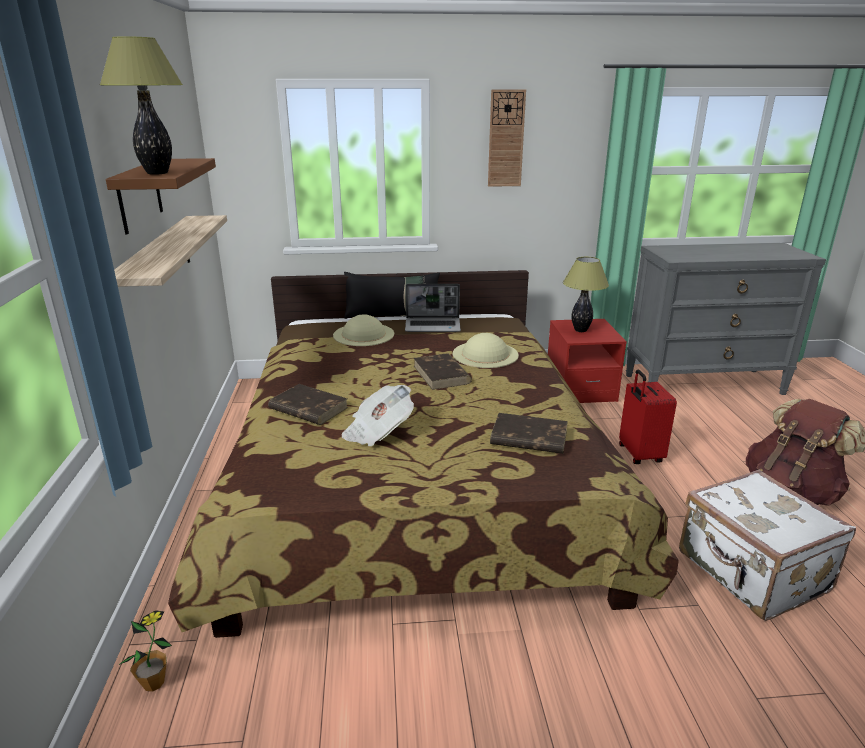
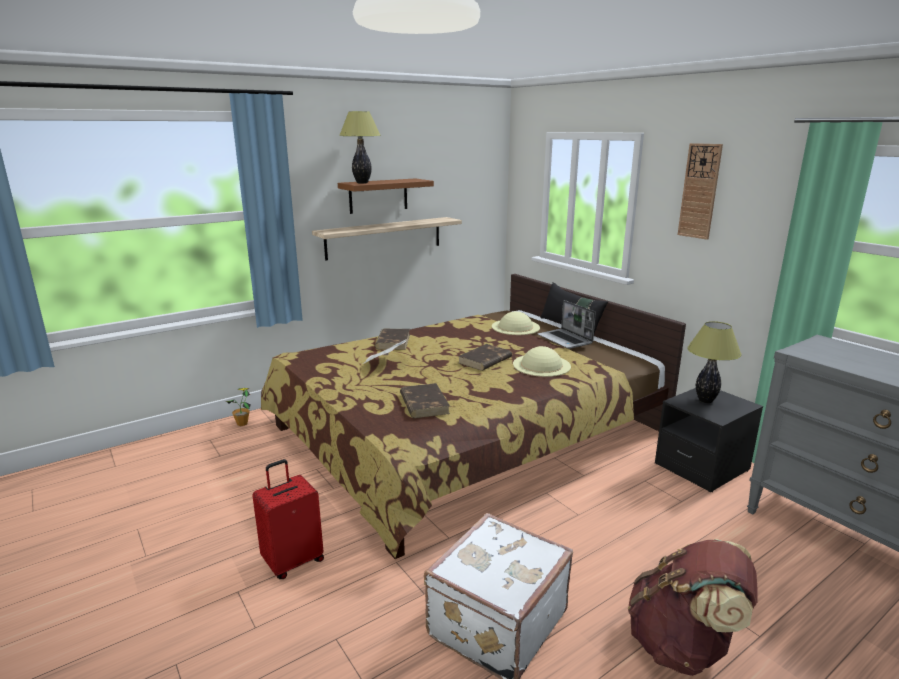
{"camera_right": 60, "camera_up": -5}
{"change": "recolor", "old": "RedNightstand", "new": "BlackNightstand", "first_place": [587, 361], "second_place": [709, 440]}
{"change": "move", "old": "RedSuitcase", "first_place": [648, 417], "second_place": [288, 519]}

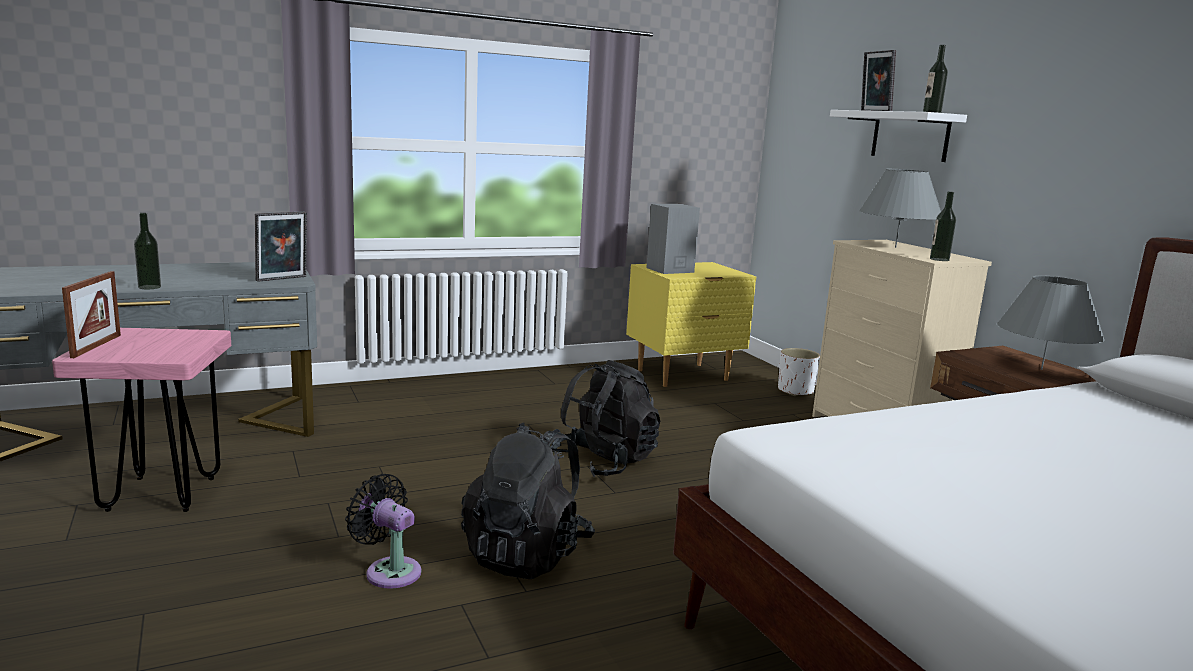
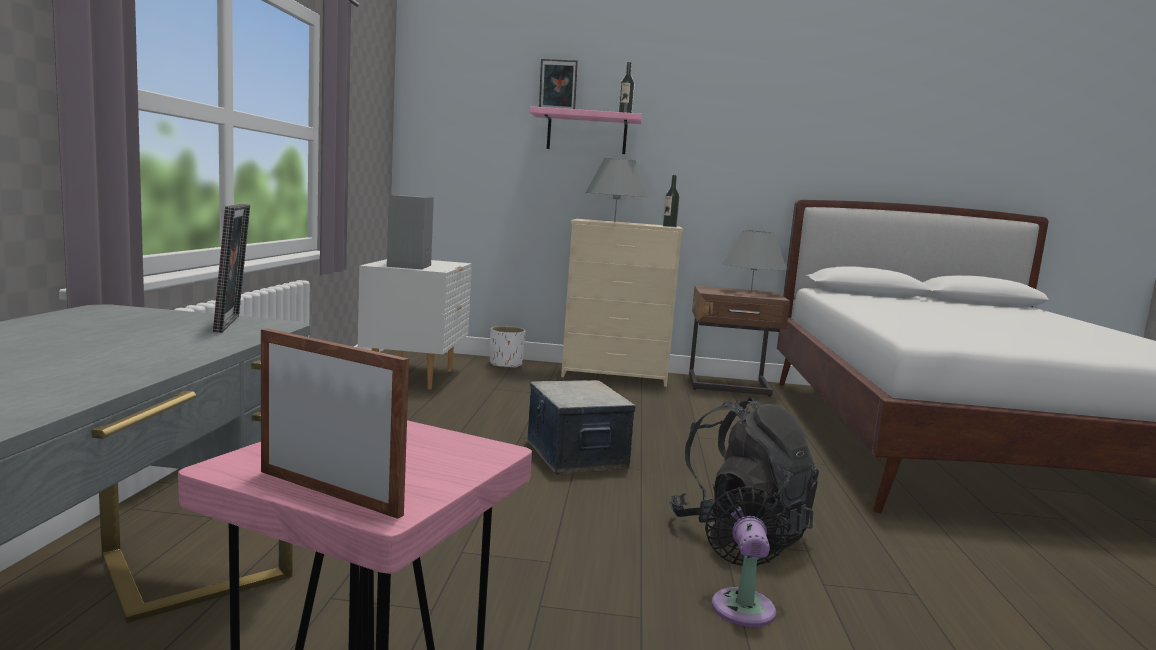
{"camera_right": -60, "camera_up": -5}
{"change": "recolor", "old": "WhiteShelf", "new": "PinkShelf", "first_place": [898, 136], "second_place": [585, 130]}
{"change": "delete", "old": "Bottle", "first_place": [147, 251]}
{"change": "recolor", "old": "YellowNightstand", "new": "WhiteNightstand", "first_place": [691, 324], "second_place": [415, 324]}
{"change": "replace", "old": "BlackBackpack", "new": "StorageBox", "first_place": [605, 418], "second_place": [581, 427]}
{"change": "rotate", "old": "BlackFan", "first_place": [383, 531], "second_place": [748, 556], "degrees": 120}

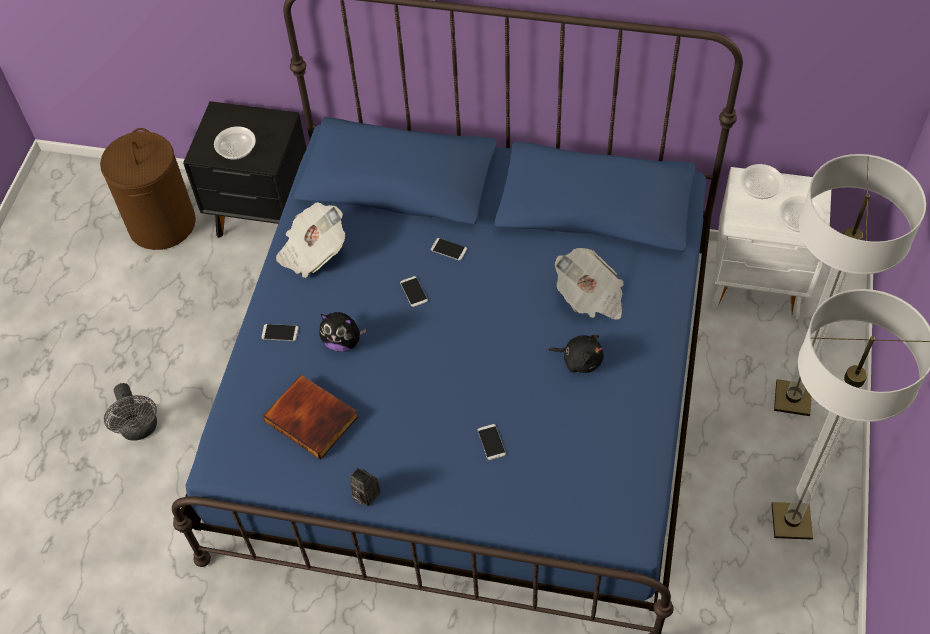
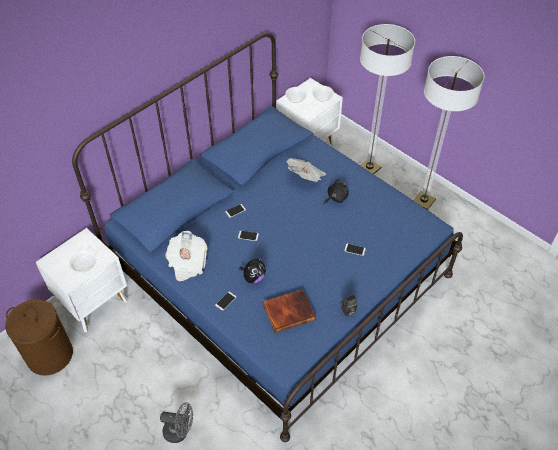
{"camera_right": -60, "camera_up": -5}
{"change": "recolor", "old": "BlackNightstand", "new": "WhiteNightstand", "first_place": [245, 169], "second_place": [81, 280]}

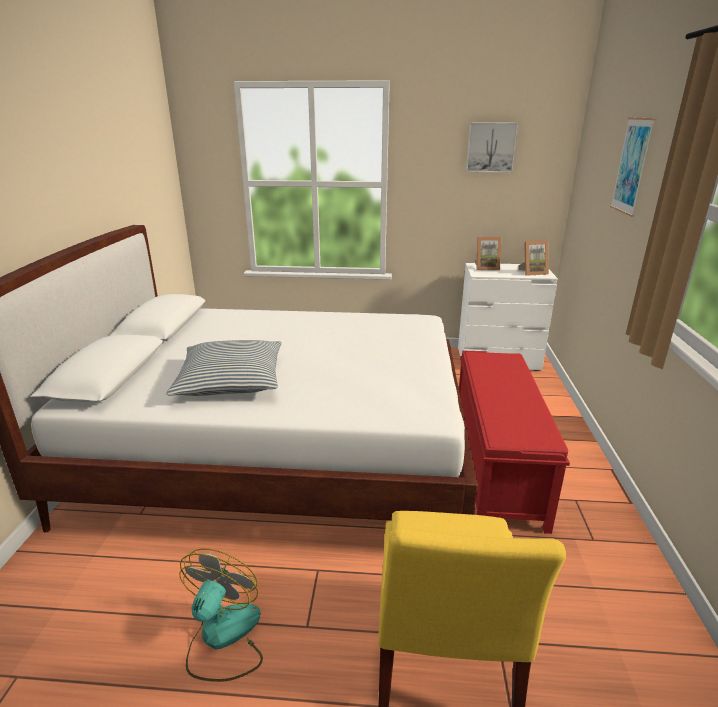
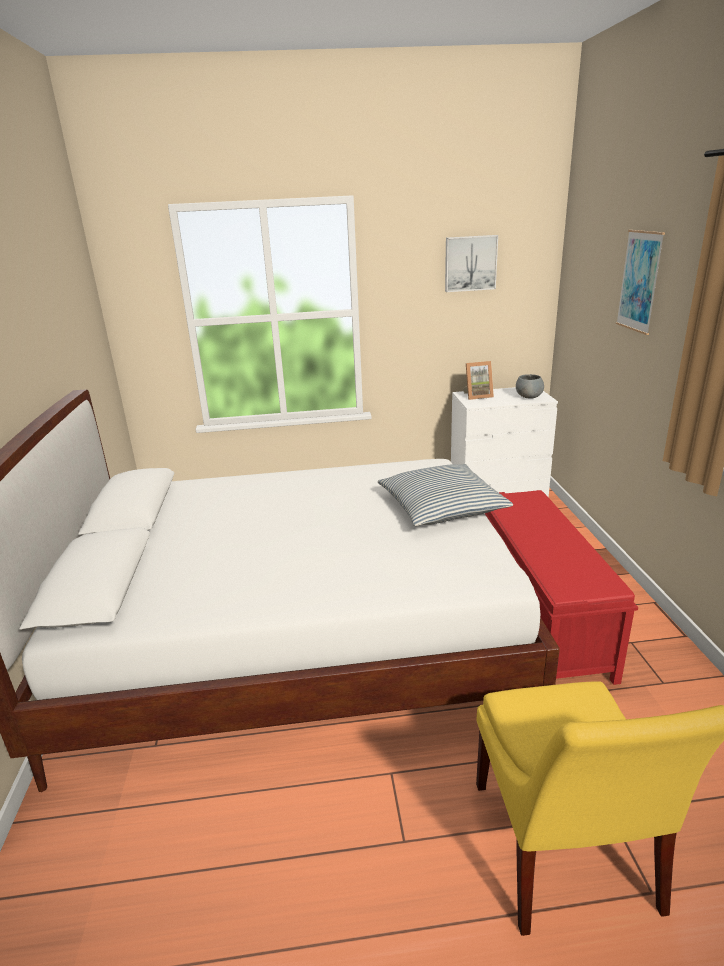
{"camera_right": -10, "camera_up": 0}
{"change": "replace", "old": "PictureFrame", "new": "GreyBowl", "first_place": [533, 258], "second_place": [530, 386]}
{"change": "move", "old": "Pillow", "first_place": [223, 368], "second_place": [445, 495]}
{"change": "delete", "old": "Fan", "first_place": [221, 615]}

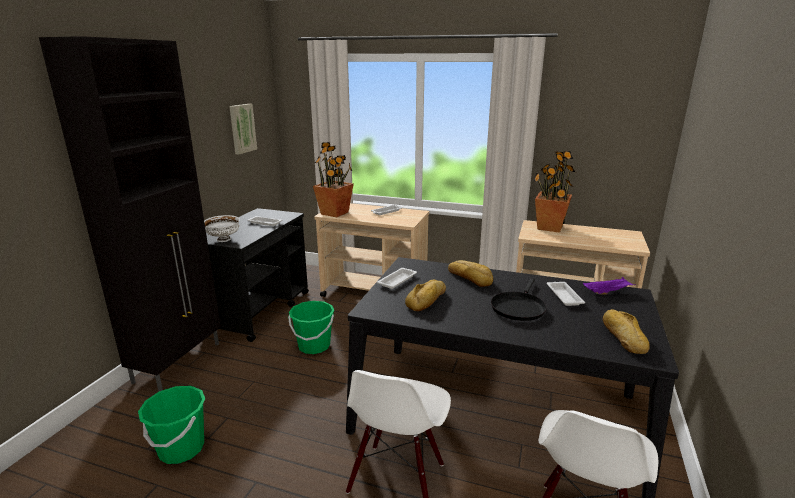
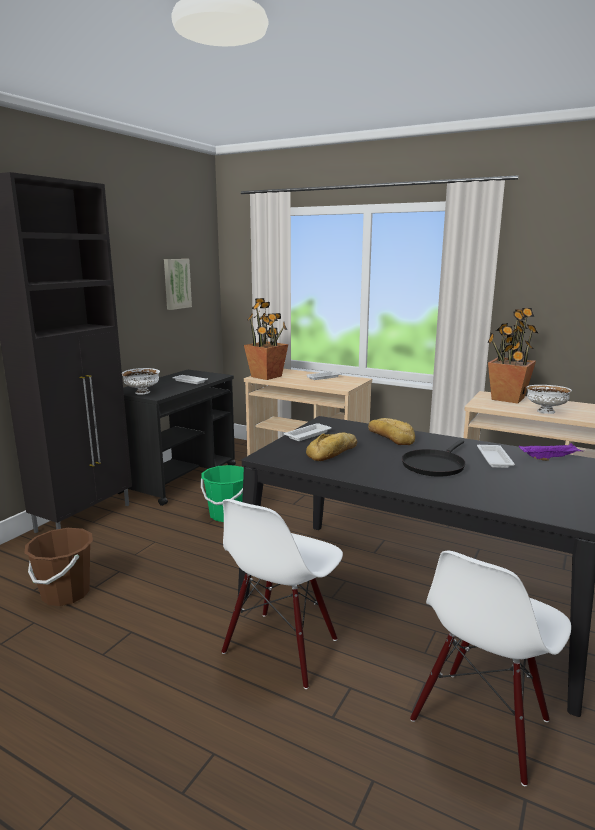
{"camera_right": 10, "camera_up": -5}
{"change": "delete", "old": "Bread", "first_place": [626, 331]}
{"change": "recolor", "old": "GreenBucket", "new": "BrownBucket", "first_place": [171, 425], "second_place": [59, 567]}
{"change": "insert", "new": "WhiteBowl", "second_place": [549, 399]}

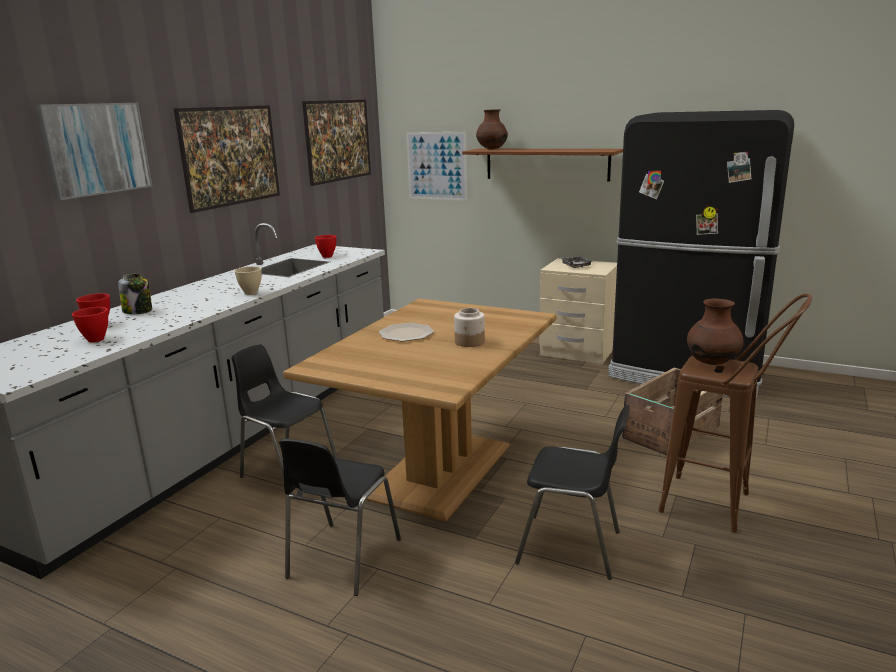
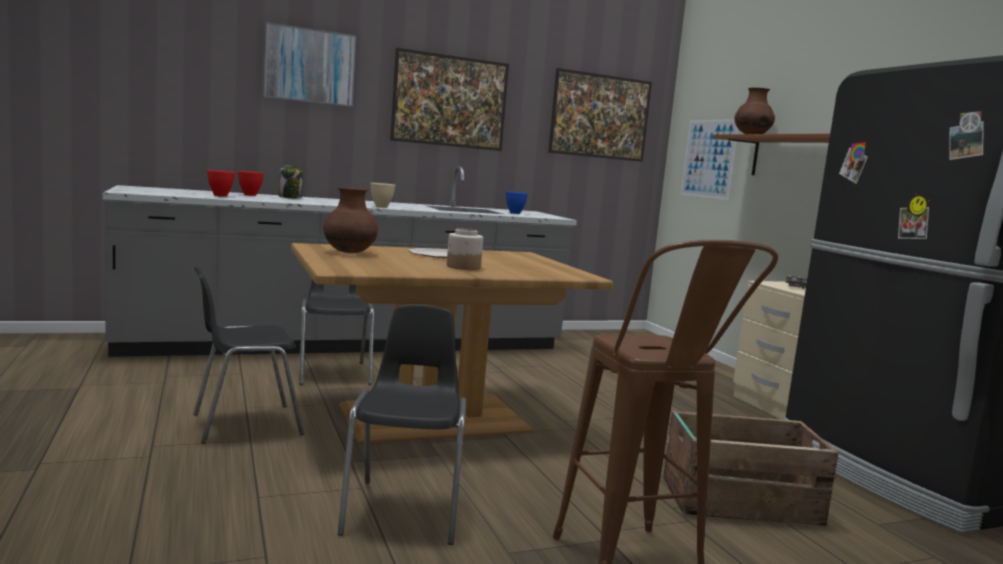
{"camera_right": 40, "camera_up": -10}
{"change": "recolor", "old": "RedBowl", "new": "BlueBowl", "first_place": [326, 246], "second_place": [517, 202]}
{"change": "move", "old": "BrownVase", "first_place": [715, 332], "second_place": [350, 220]}
{"change": "rotate", "old": "BlackChair", "first_place": [572, 492], "second_place": [402, 425], "degrees": -150}

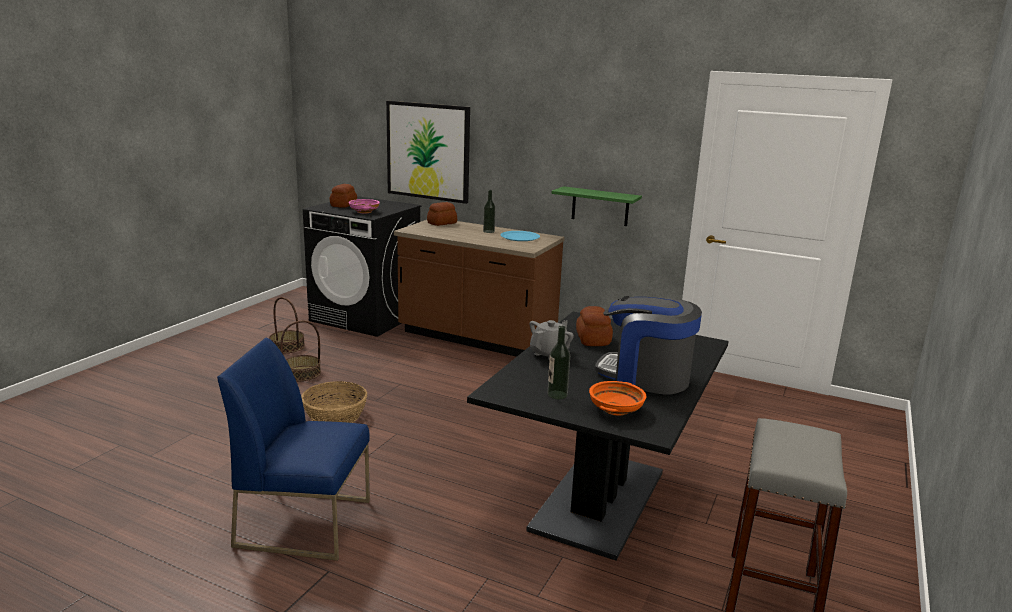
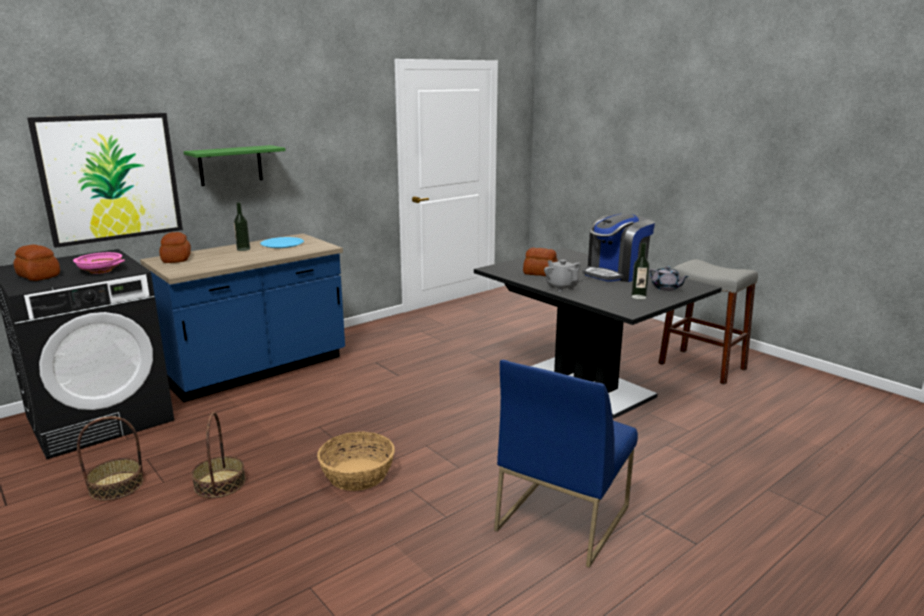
{"camera_right": -65, "camera_up": 0}
{"change": "move", "old": "GreenShelf", "first_place": [596, 206], "second_place": [234, 165]}
{"change": "recolor", "old": "BrownCounter", "new": "BlueCounter", "first_place": [479, 288], "second_place": [242, 318]}
{"change": "replace", "old": "OrangeBowl", "new": "GreyTeapot", "first_place": [617, 398], "second_place": [669, 278]}

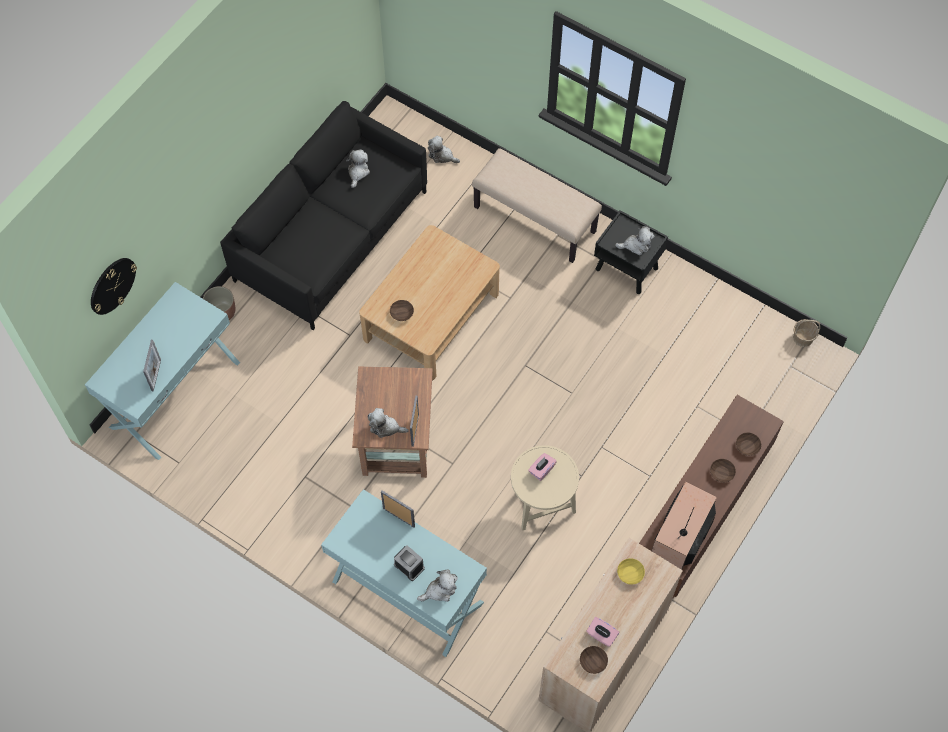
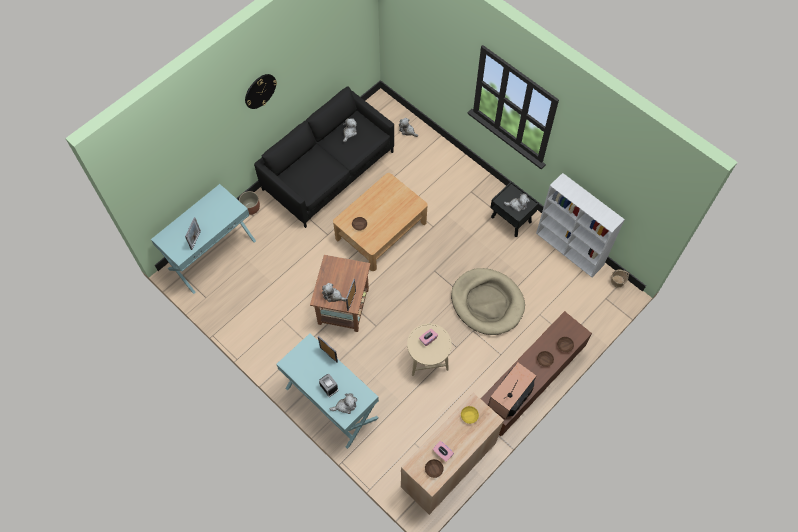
{"camera_right": 10, "camera_up": 0}
{"change": "delete", "old": "BeigeBench", "first_place": [537, 205]}
{"change": "move", "old": "WallClock", "first_place": [114, 286], "second_place": [261, 91]}
{"change": "insert", "new": "WhiteBookcase", "second_place": [580, 225]}
{"change": "insert", "new": "BeigeDogBed", "second_place": [488, 301]}

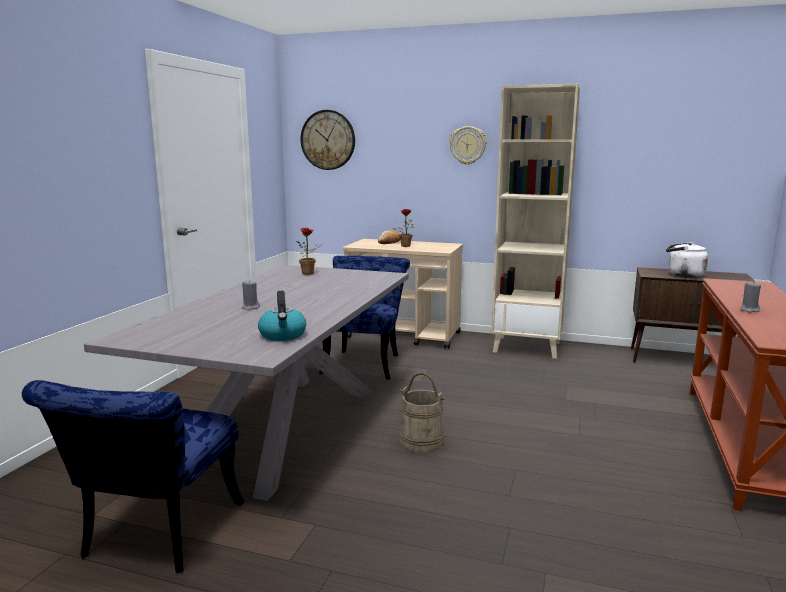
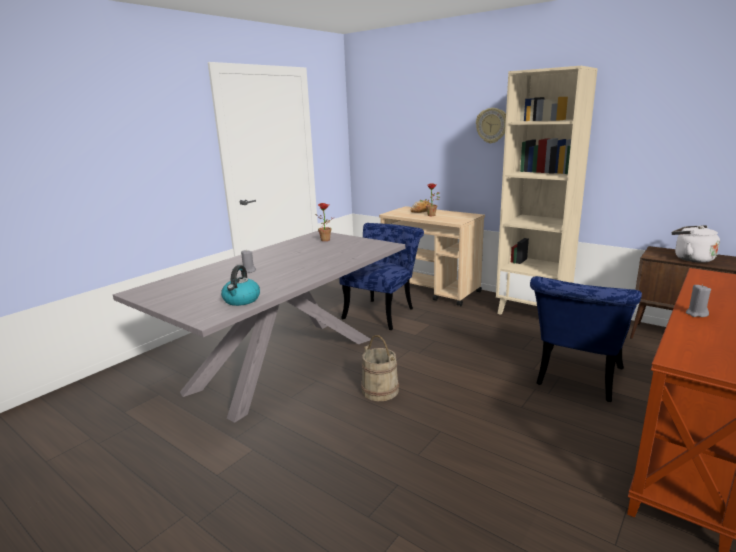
{"camera_right": 20, "camera_up": 5}
{"change": "delete", "old": "WallClock", "first_place": [327, 140]}
{"change": "move", "old": "BlueChair", "first_place": [133, 476], "second_place": [586, 339]}

